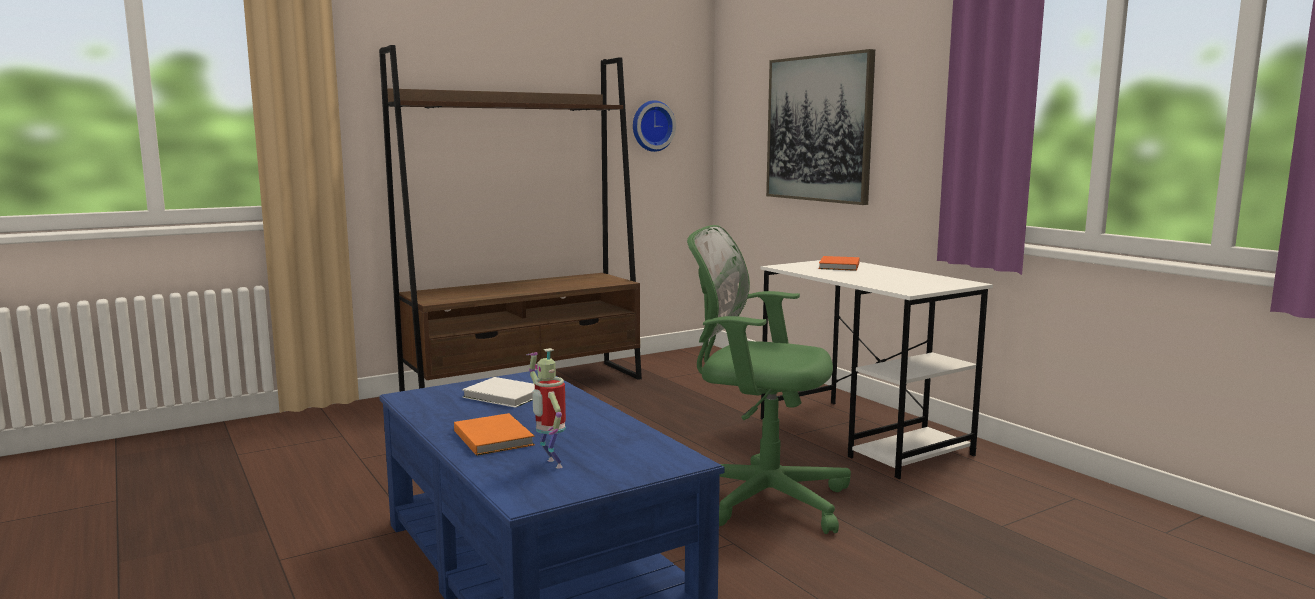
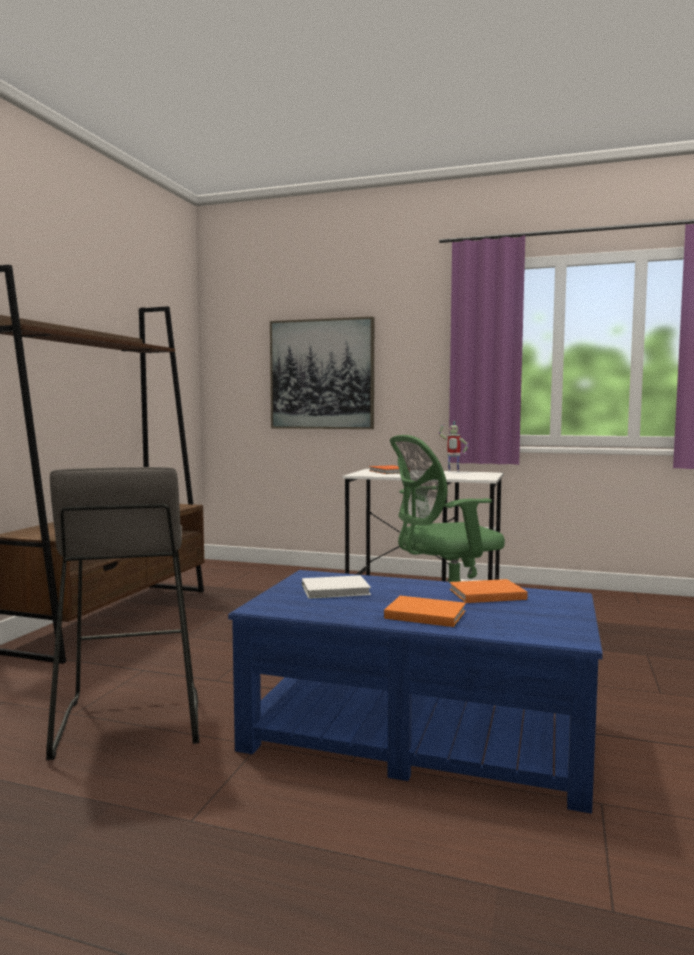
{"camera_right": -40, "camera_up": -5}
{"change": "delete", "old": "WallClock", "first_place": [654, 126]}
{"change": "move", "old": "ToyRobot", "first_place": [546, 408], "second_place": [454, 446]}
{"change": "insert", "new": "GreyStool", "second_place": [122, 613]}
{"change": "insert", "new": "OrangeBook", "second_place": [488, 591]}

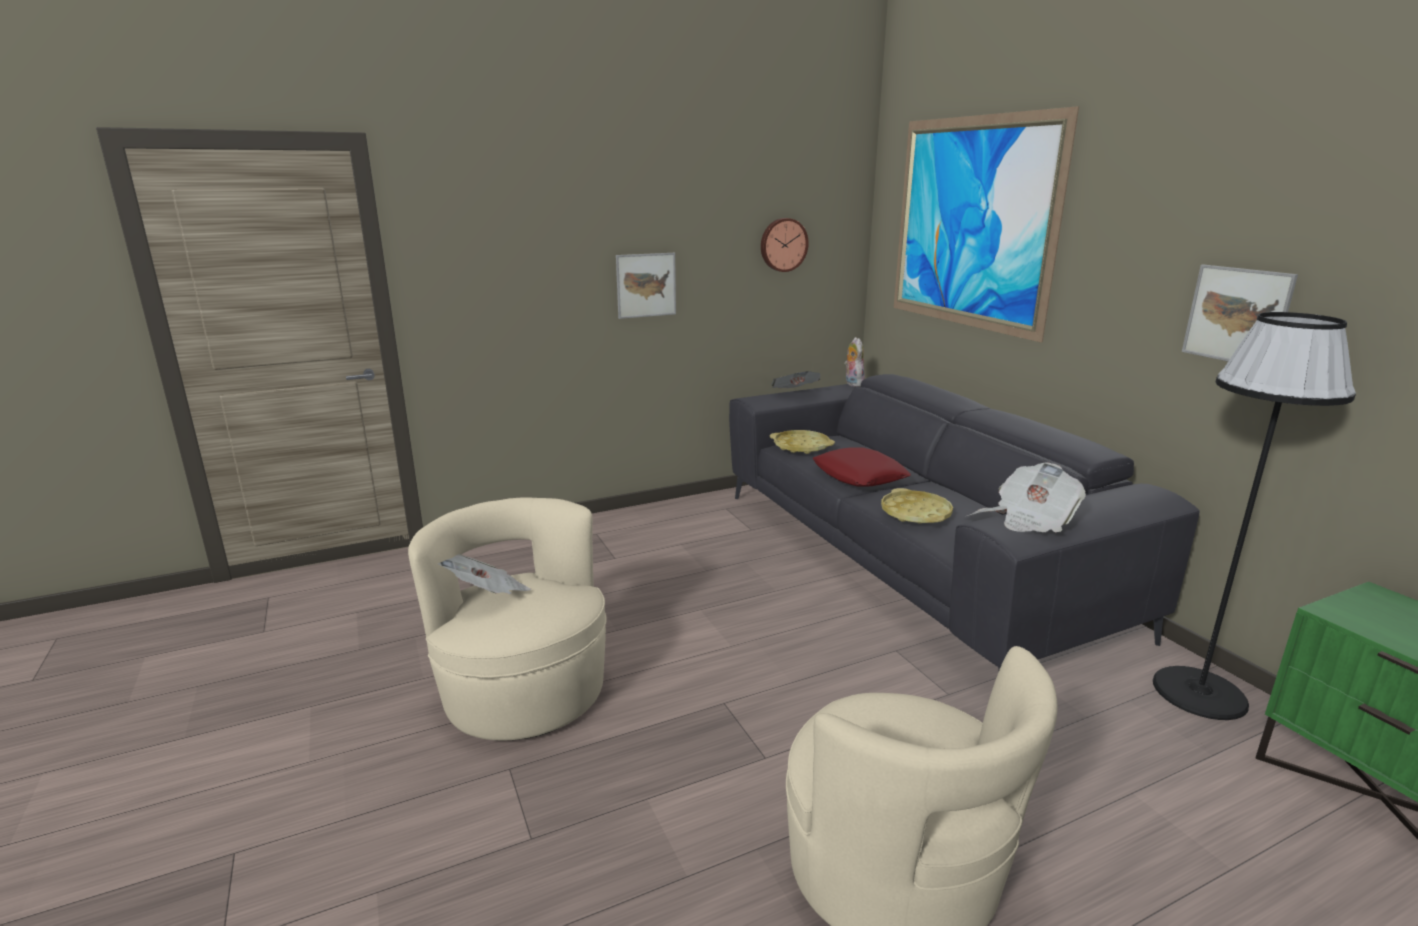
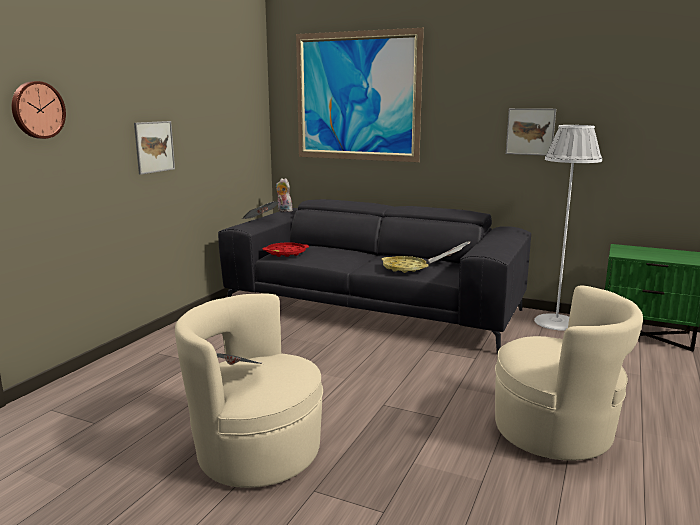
{"camera_right": -40, "camera_up": -5}
{"change": "move", "old": "WallClock", "first_place": [785, 245], "second_place": [39, 110]}
{"change": "recolor", "old": "BlackFloorLamp", "new": "WhiteFloorLamp", "first_place": [1254, 516], "second_place": [568, 228]}
{"change": "recolor", "old": "YellowTray", "new": "RedTray", "first_place": [802, 442], "second_place": [285, 250]}
{"change": "delete", "old": "RedPillow", "first_place": [862, 466]}
{"change": "delete", "old": "Newspaper", "first_place": [1042, 497]}

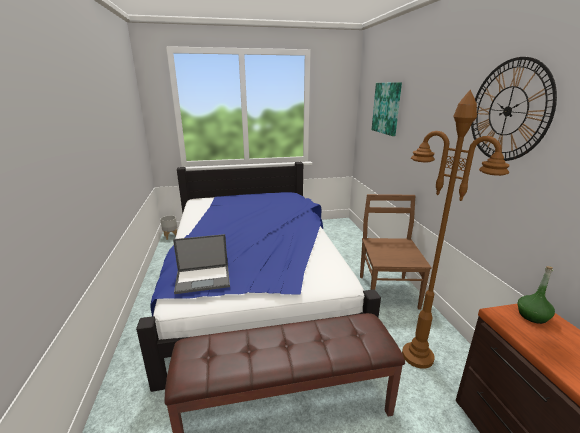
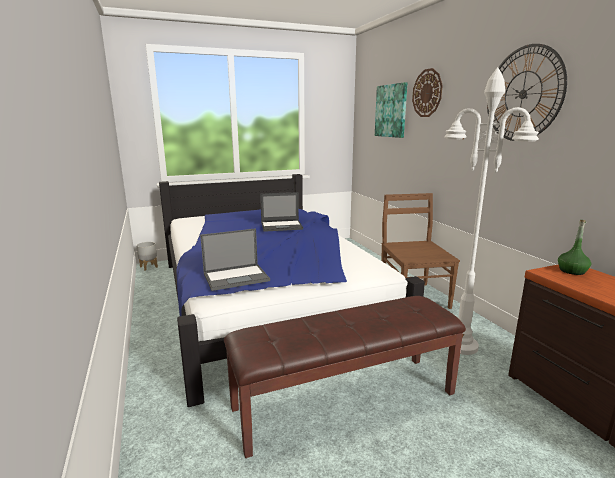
{"camera_right": -10, "camera_up": -5}
{"change": "recolor", "old": "BrownFloorLamp", "new": "WhiteFloorLamp", "first_place": [456, 229], "second_place": [491, 211]}
{"change": "insert", "new": "WallClock", "second_place": [427, 92]}
{"change": "insert", "new": "Laptop", "second_place": [281, 212]}

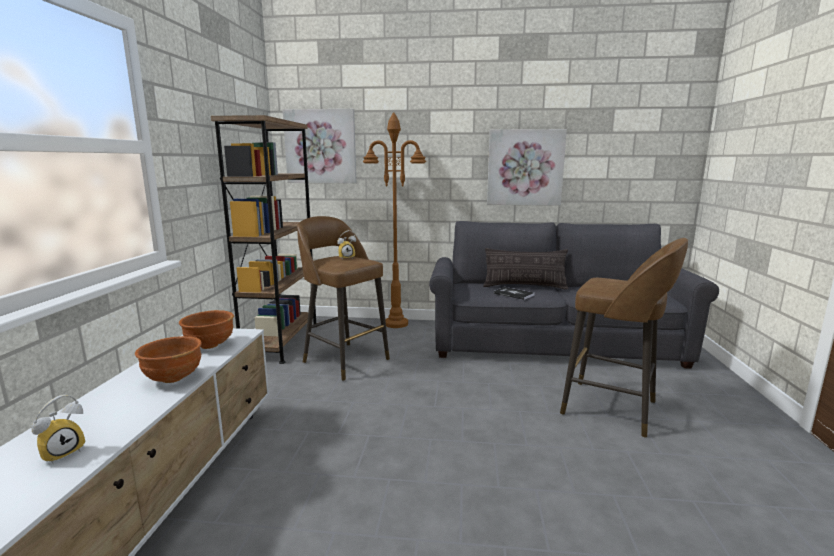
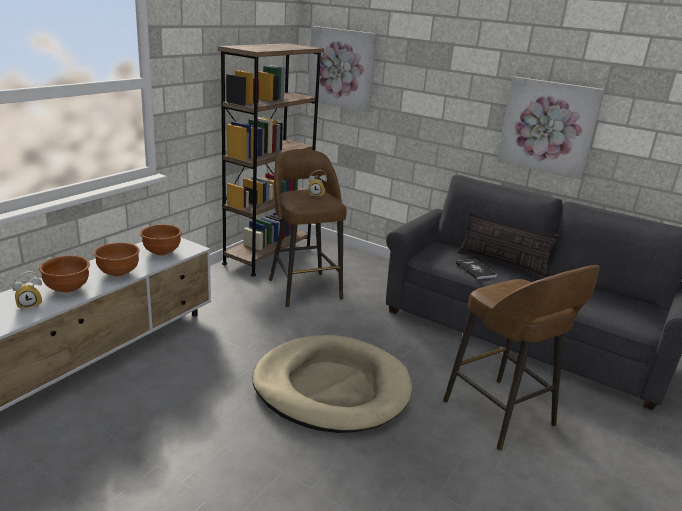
{"camera_right": 25, "camera_up": 10}
{"change": "delete", "old": "BrownFloorLamp", "first_place": [394, 220]}
{"change": "insert", "new": "BrownBowl", "second_place": [64, 274]}
{"change": "insert", "new": "BeigeDogBed", "second_place": [332, 384]}

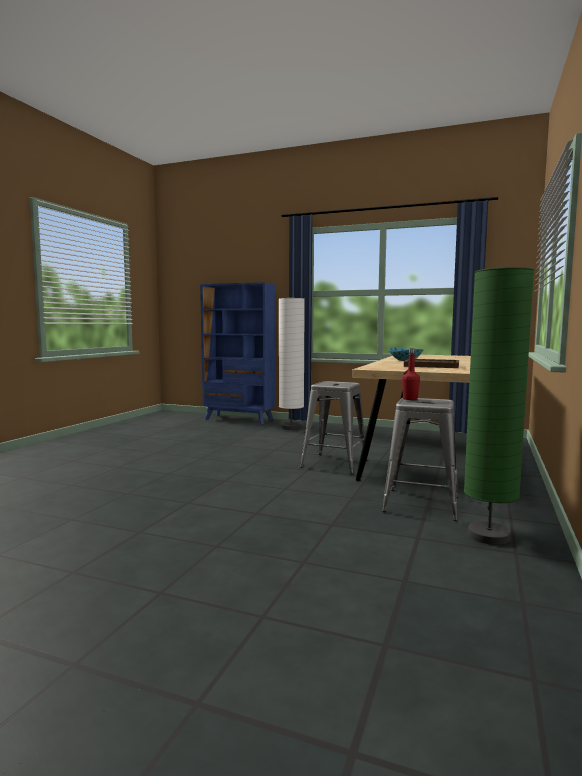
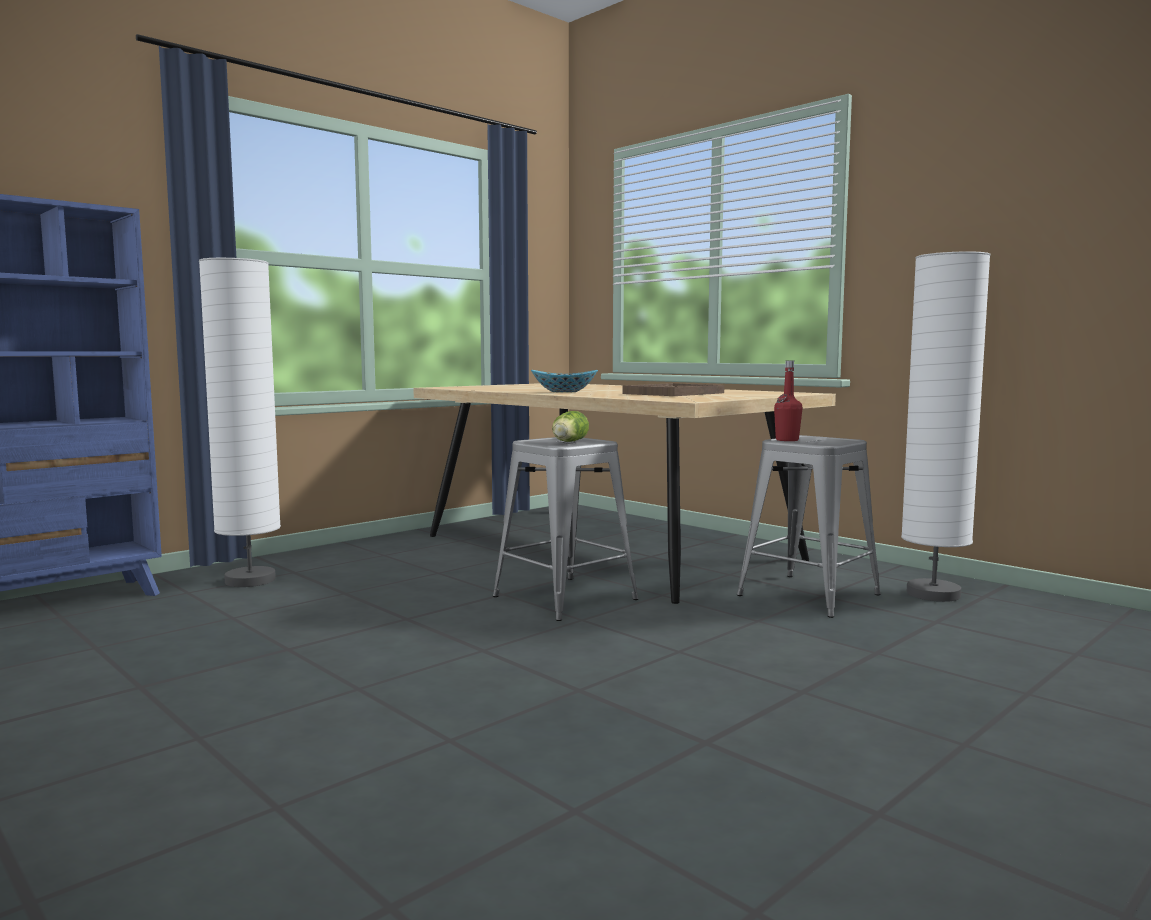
{"camera_right": -65, "camera_up": 0}
{"change": "recolor", "old": "GreenFloorLamp", "new": "WhiteFloorLamp", "first_place": [499, 406], "second_place": [946, 426]}
{"change": "insert", "new": "Lettuce", "second_place": [570, 426]}

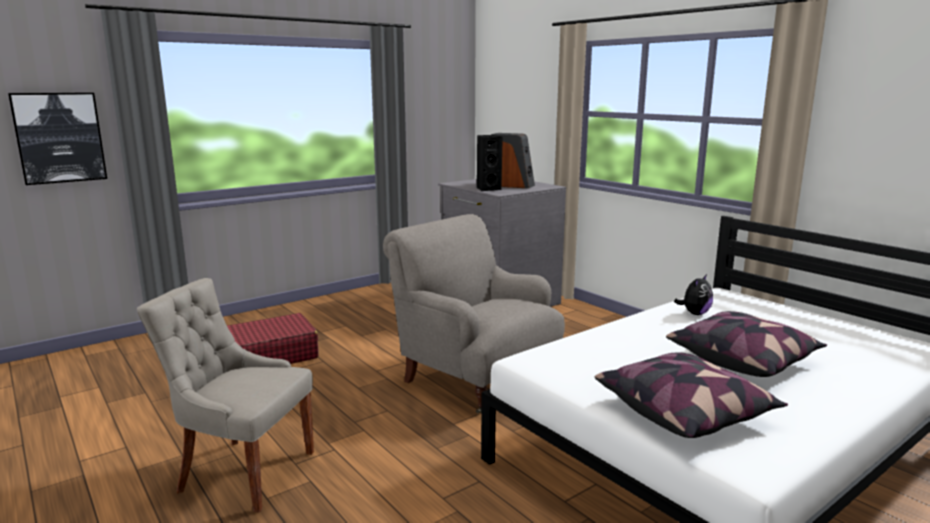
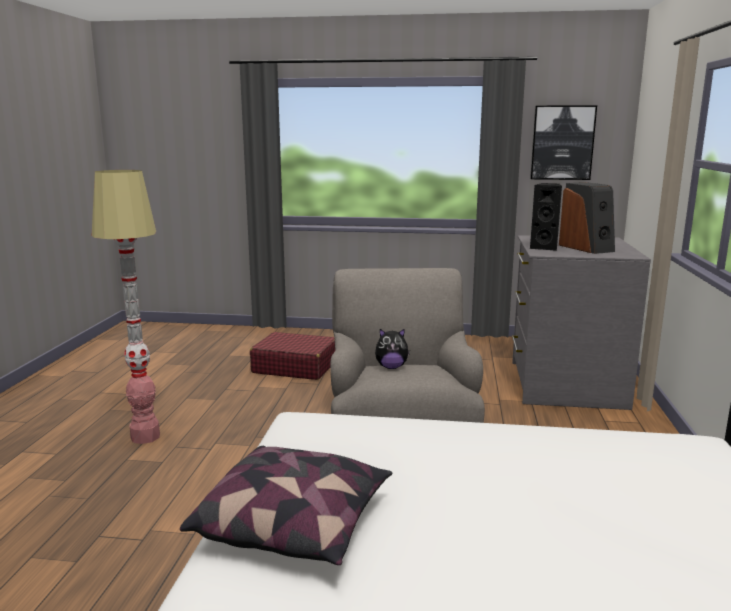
{"camera_right": 45, "camera_up": 0}
{"change": "move", "old": "Picture", "first_place": [57, 139], "second_place": [563, 142]}
{"change": "move", "old": "PlushToy", "first_place": [693, 294], "second_place": [392, 348]}
{"change": "replace", "old": "GreyChair", "new": "FloorLamp", "first_place": [225, 395], "second_place": [126, 307]}
{"change": "delete", "old": "Pillow", "first_place": [746, 344]}

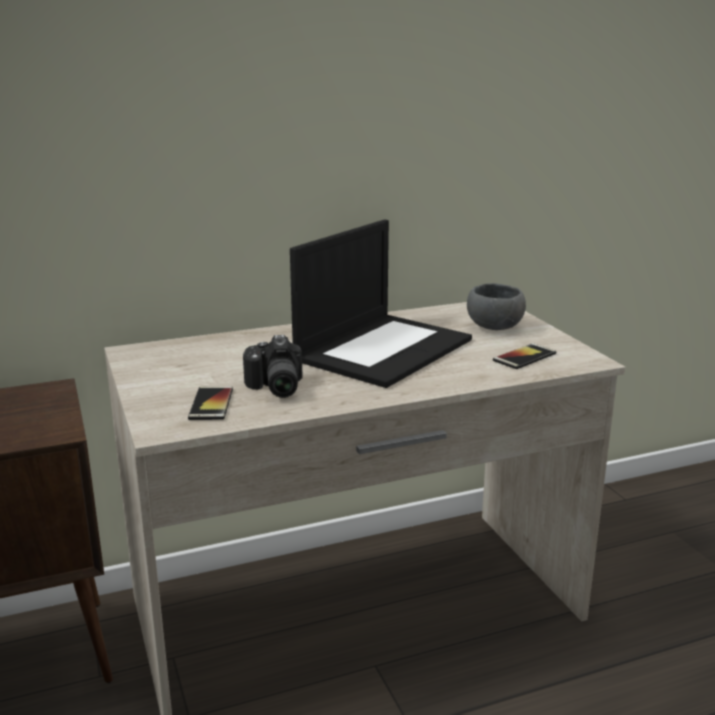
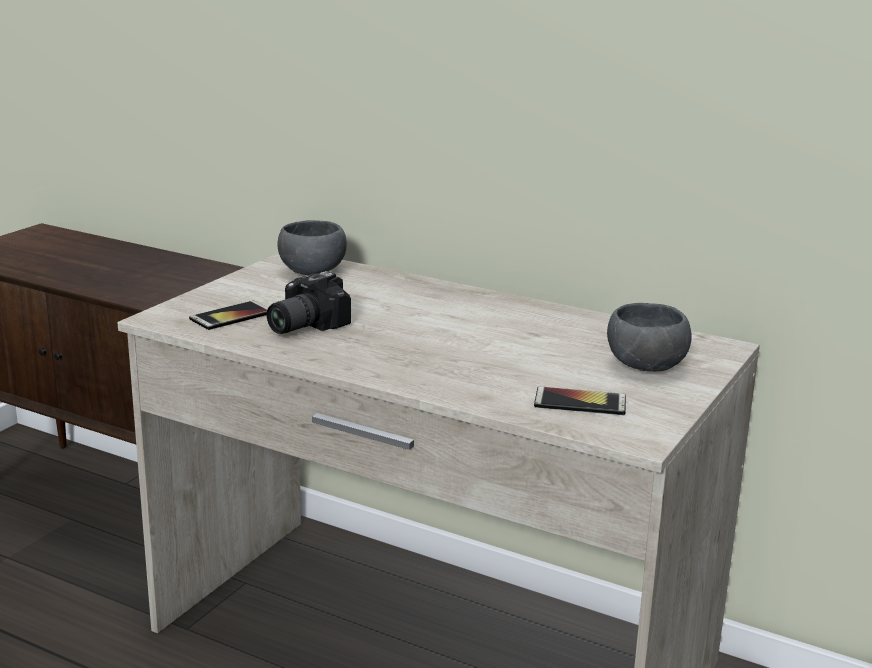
{"camera_right": 50, "camera_up": 0}
{"change": "delete", "old": "Laptop", "first_place": [381, 303]}
{"change": "insert", "new": "GreyBowl", "second_place": [312, 247]}

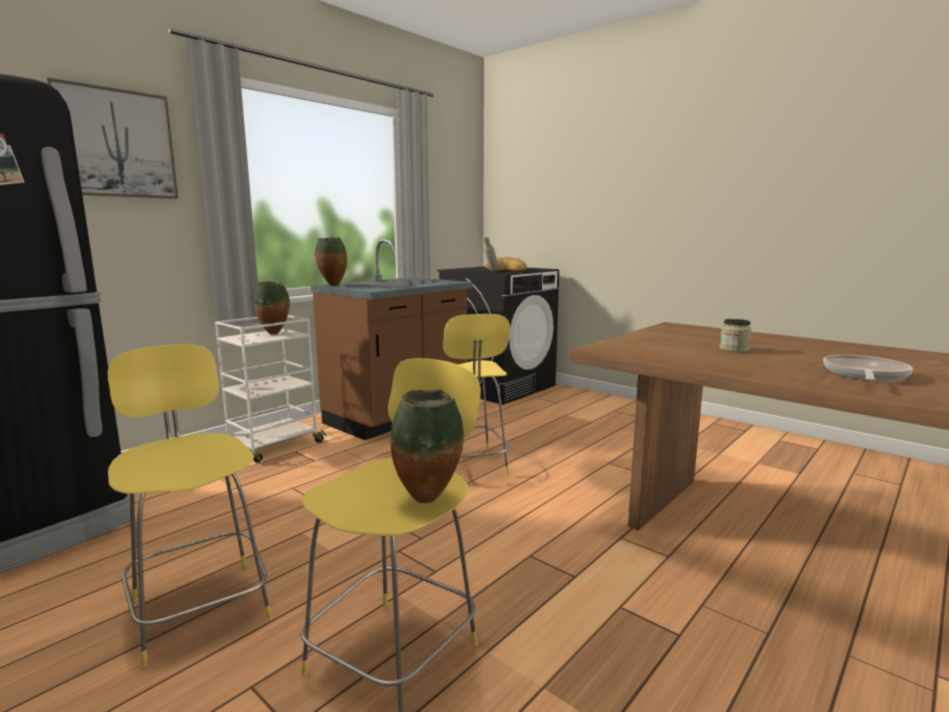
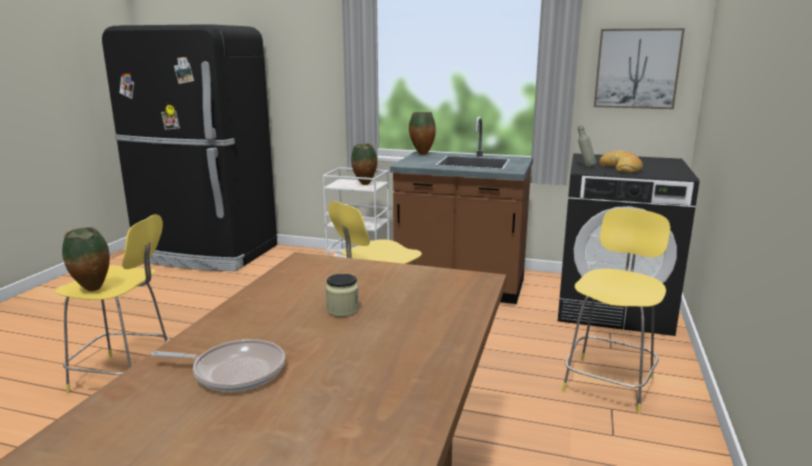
{"camera_right": 65, "camera_up": 5}
{"change": "move", "old": "Picture", "first_place": [111, 138], "second_place": [639, 68]}
{"change": "move", "old": "YellowStool", "first_place": [189, 506], "second_place": [616, 311]}

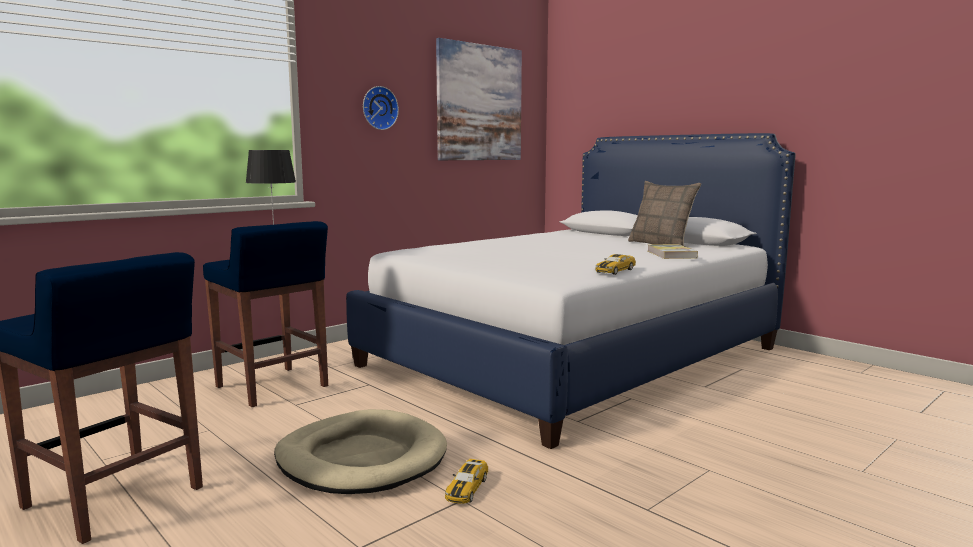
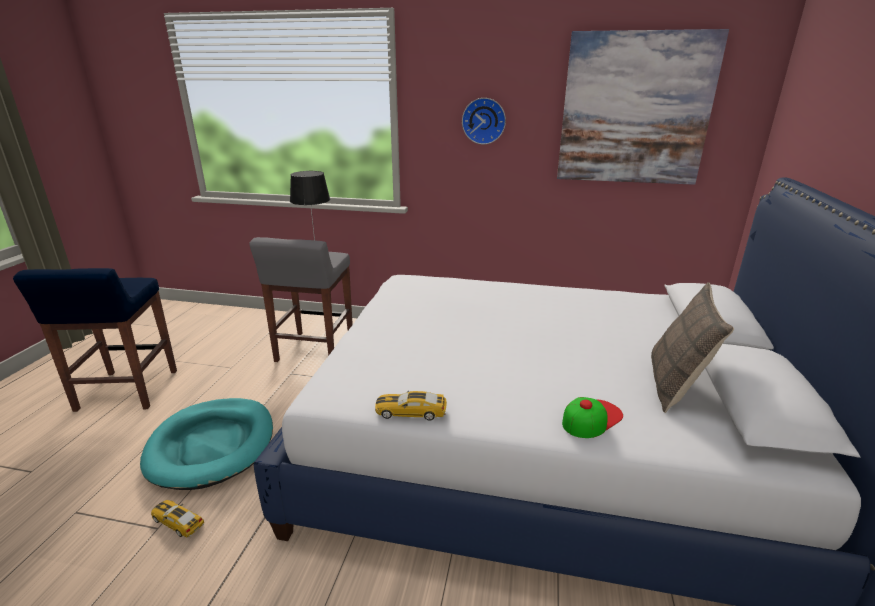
{"camera_right": 55, "camera_up": 15}
{"change": "recolor", "old": "BlueStool", "new": "GreyStool", "first_place": [265, 314], "second_place": [301, 299]}
{"change": "replace", "old": "Book", "new": "Cap", "first_place": [673, 251], "second_place": [592, 417]}
{"change": "recolor", "old": "BeigeDogBed", "new": "TurquoiseDogBed", "first_place": [360, 451], "second_place": [206, 444]}
{"change": "rotate", "old": "ToyCar", "first_place": [466, 481], "second_place": [177, 519], "degrees": 45}

